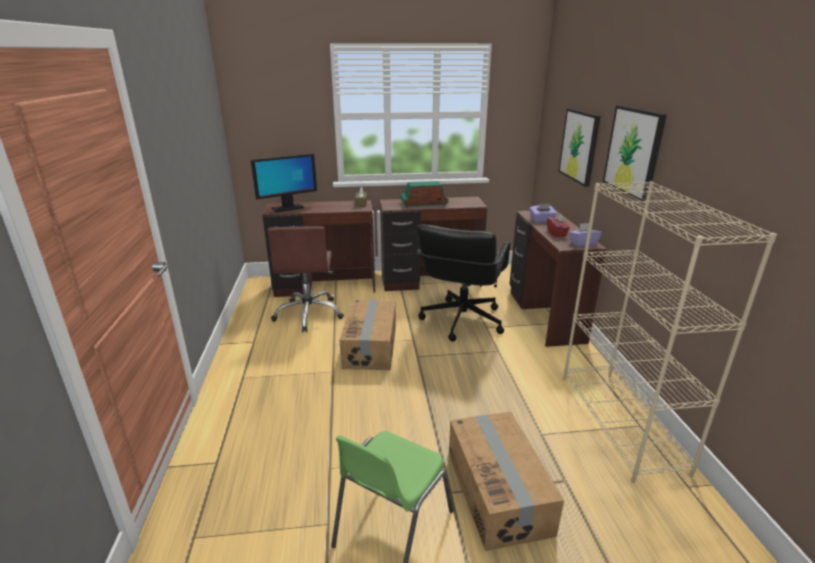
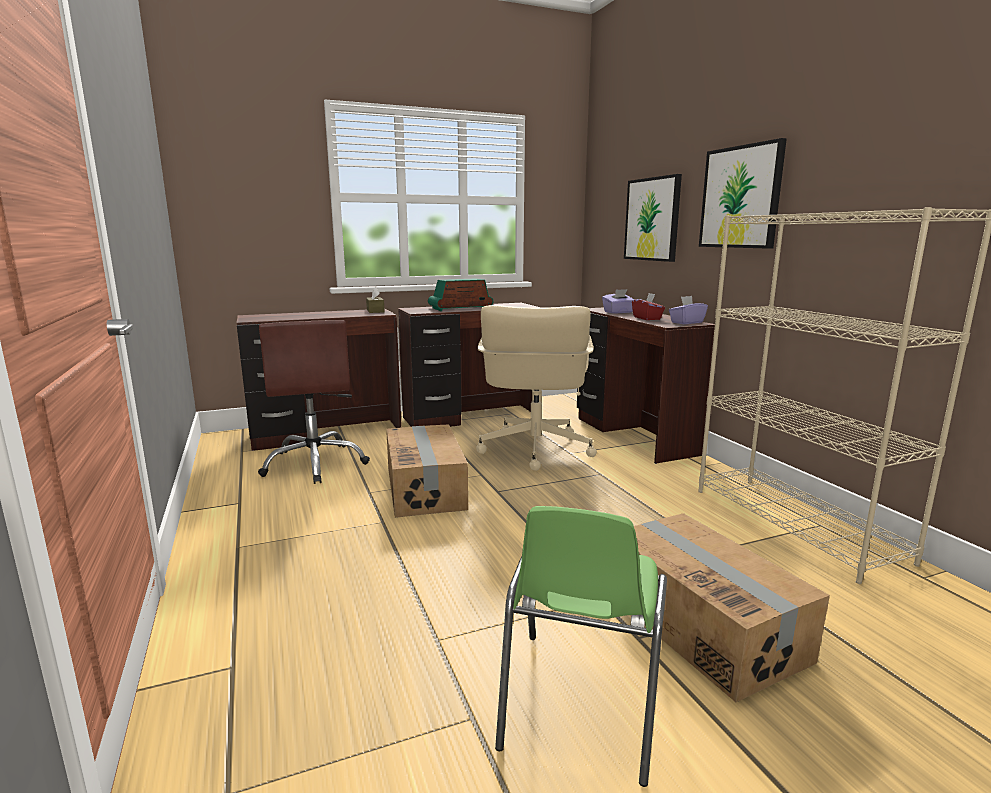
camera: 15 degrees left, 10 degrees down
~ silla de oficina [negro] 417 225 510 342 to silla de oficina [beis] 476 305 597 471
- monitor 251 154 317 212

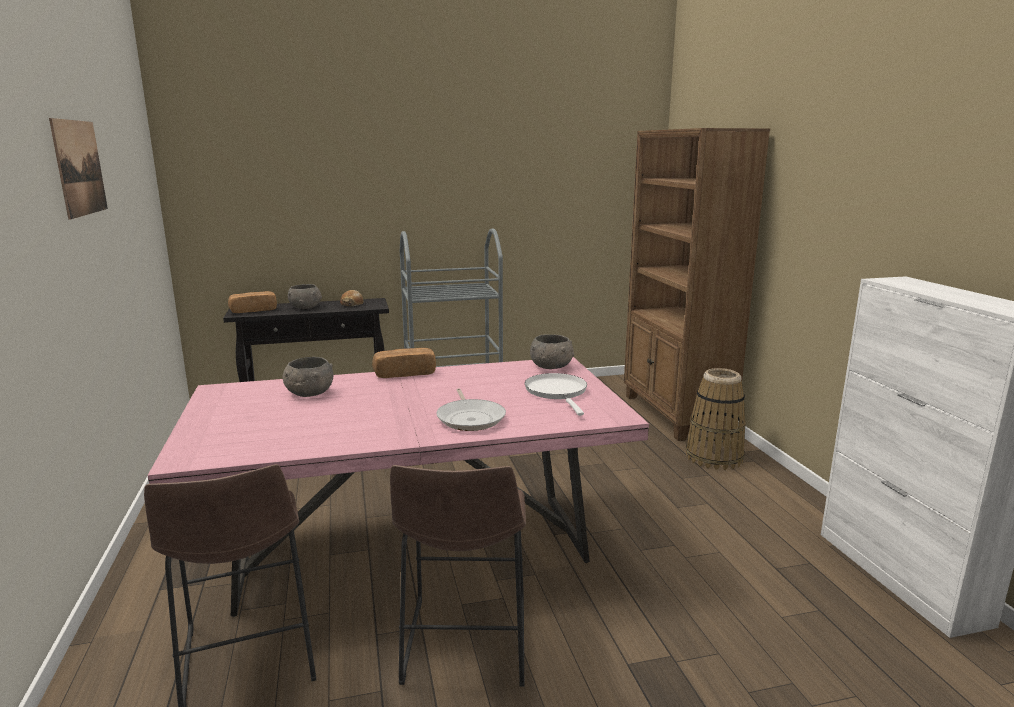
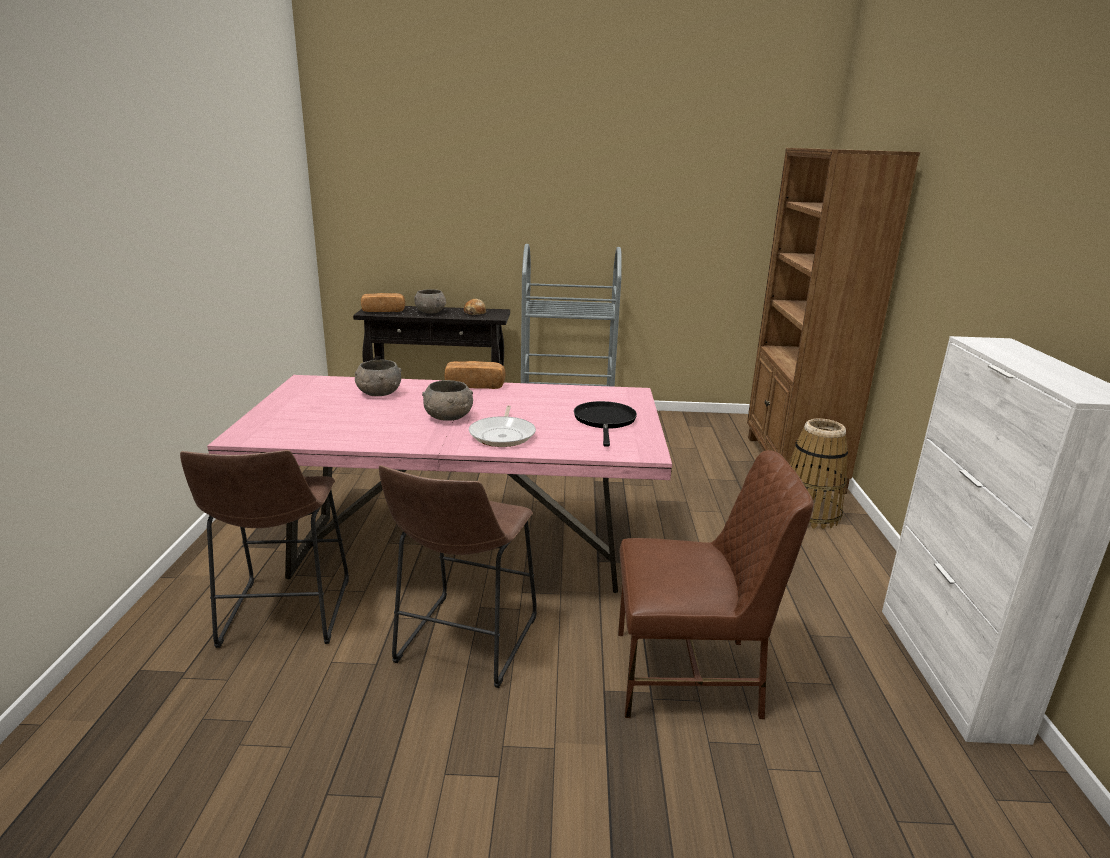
camera: 15 degrees right, 5 degrees up
~ cuenco [gris] 530 334 574 369 to 422 380 473 420
~ sartén [blanco] 525 373 587 416 to sartén [negro] 574 401 637 447
+ silla [marrón] 618 450 814 719
- cuadro 49 118 108 219

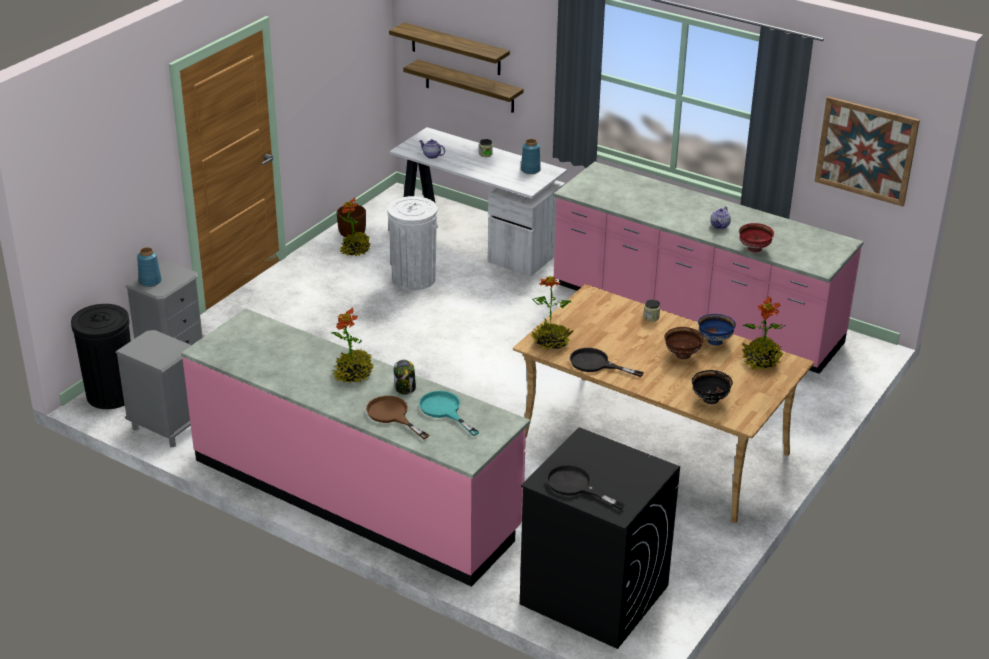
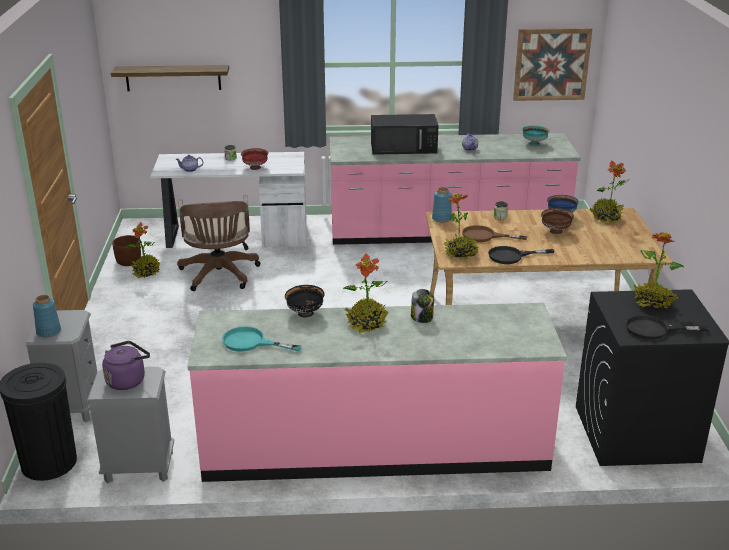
camera: 35 degrees left, 5 degrees down
+ hervidor [morado] 102 341 150 390
~ papelera [blanco] 387 196 438 291 to silla de oficina [marrón] 177 195 261 291
~ sartén [turquesa] 419 391 479 436 to 222 326 302 352
~ cuenco [rojo] 739 223 774 252 to 241 148 268 170
~ cuenco [negro] 692 370 733 404 to 285 285 325 318
+ microondas [negro] 371 114 438 155
~ florero [azul] 521 139 541 174 to 432 187 452 223
~ sartén [marrón] 366 396 429 439 to 462 225 527 242
+ cuenco [turquesa] 522 126 550 146
+ planta en maceta 634 232 684 309
- estante 403 59 523 113

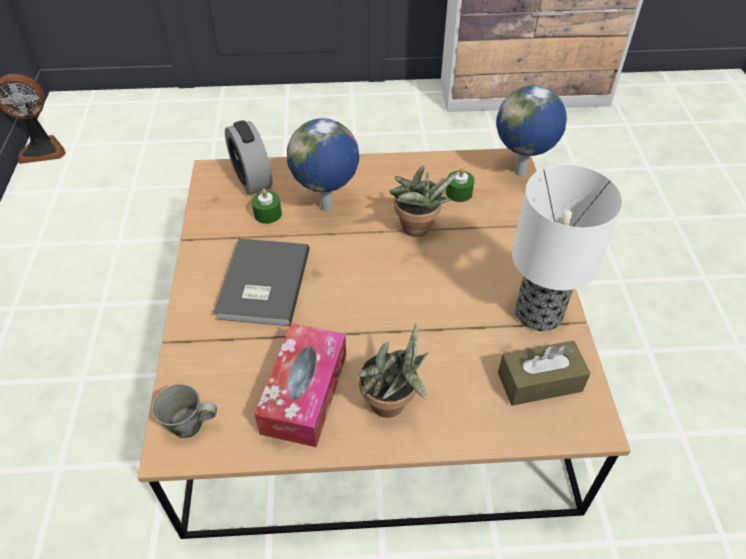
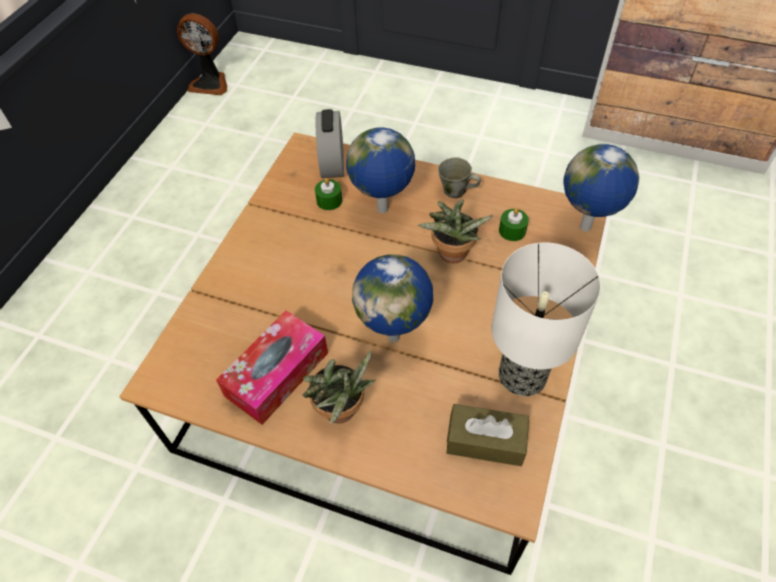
camera: 25 degrees right, 5 degrees up
+ globo terráqueo 352 254 433 343
~ taza grande [gris] 152 384 217 438 to 438 157 481 198
- libro [gris] 214 238 310 326

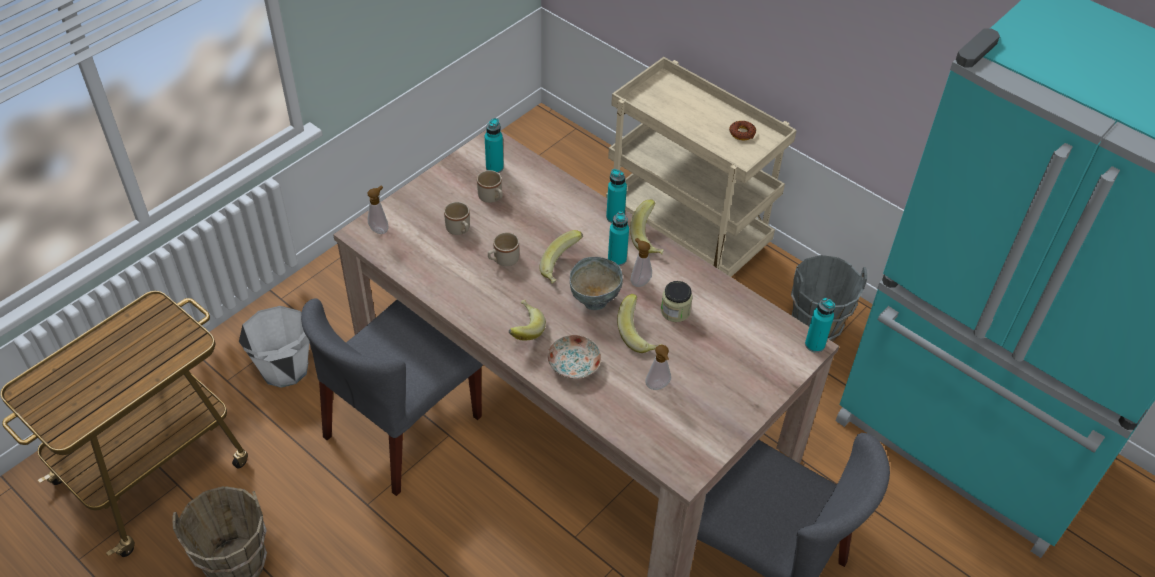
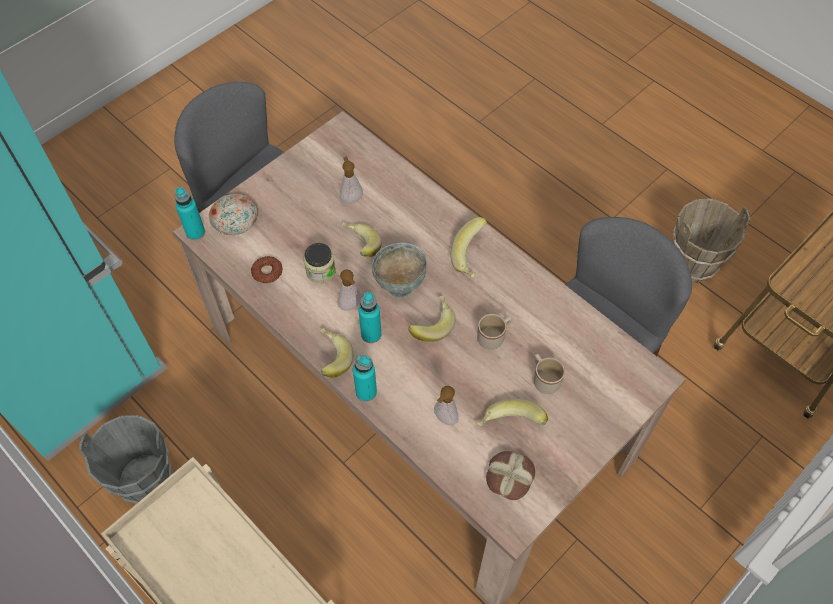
camera: 175 degrees left, 10 degrees up
~ plato 547 335 601 379 to 209 194 258 235
~ rosquilla 729 121 756 140 to 251 256 282 283
~ dispensador de jabón 368 186 389 234 to 434 386 459 425
~ taza grande [beis] 477 170 503 203 to plátano 477 399 548 427
~ botella [turquesa] 485 118 504 173 to pan 486 451 535 500
- cubo [blanco] 239 306 309 388

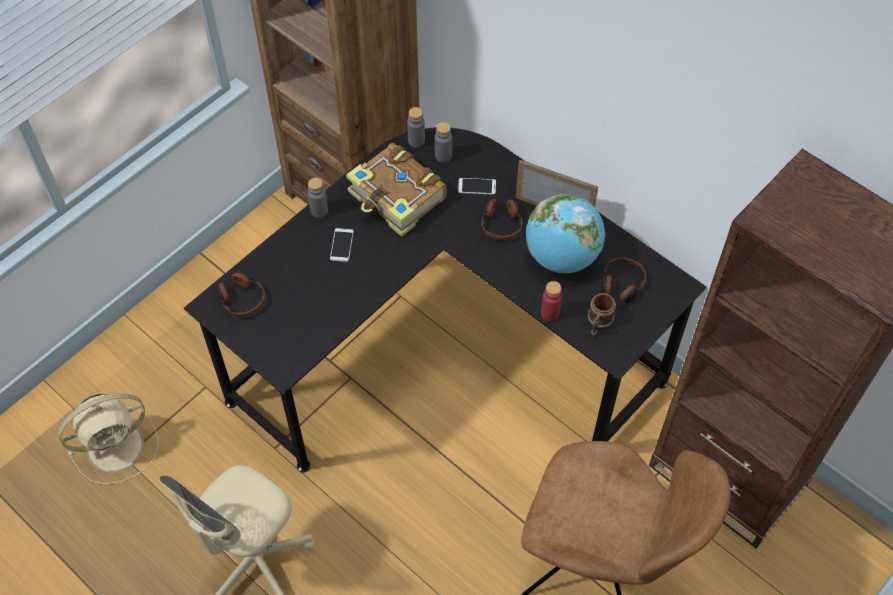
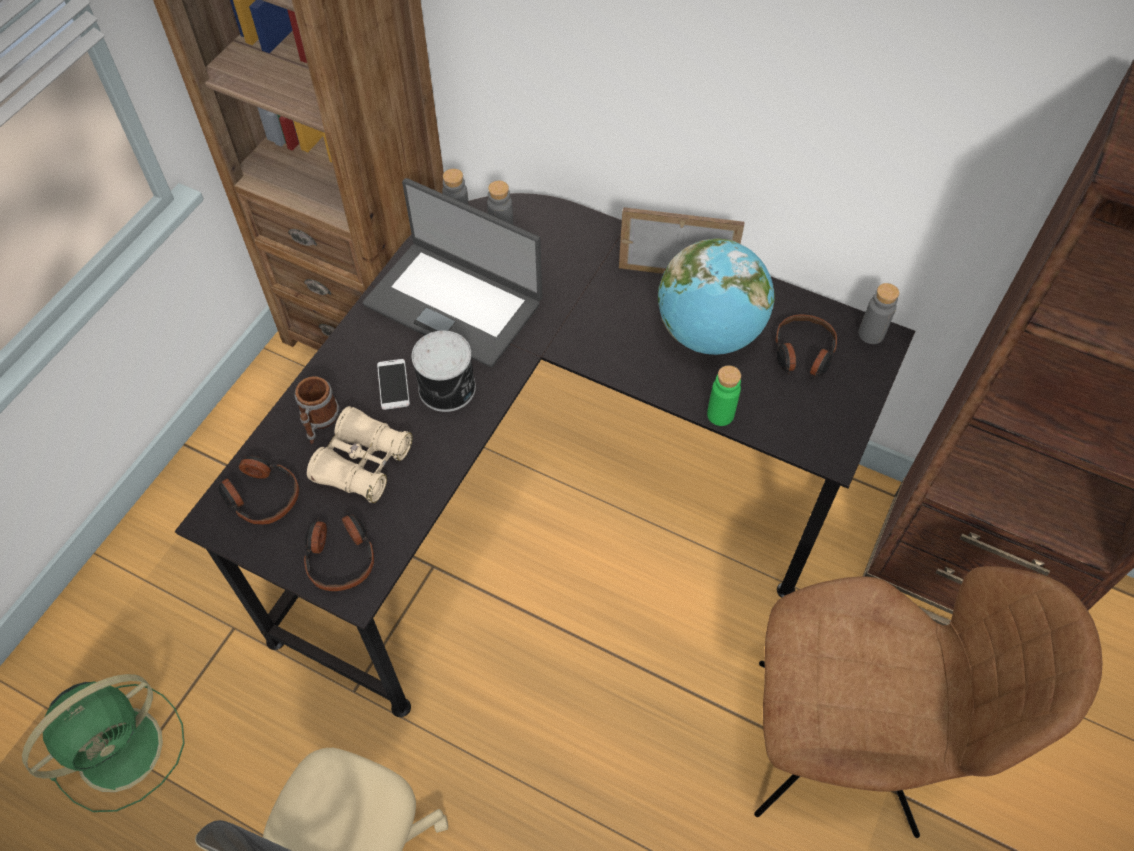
camera: 15 degrees left, 0 degrees up
~ ventilador [beis] 58 393 159 485 to ventilador [verde] 22 674 185 812
~ taza grande 588 293 616 338 to 295 376 339 444
~ auriculares 482 197 522 240 to 304 510 374 591
+ prismáticos [beis] 307 406 413 503
~ libro 346 143 446 237 to portátil 363 178 542 368
+ lata 412 331 476 412
~ botella [rojo] 541 281 562 321 to botella [verde] 707 365 741 426
~ botella [gris] 308 178 328 218 to 858 283 899 344
- móvil 458 178 496 195

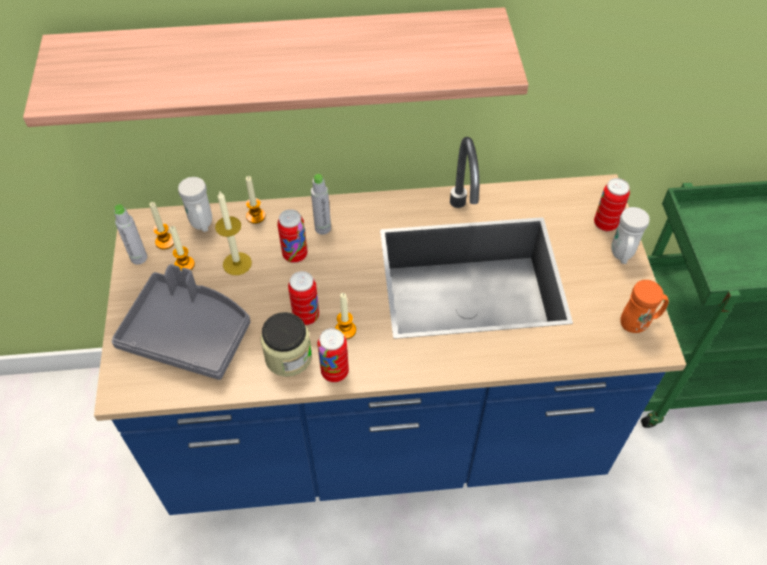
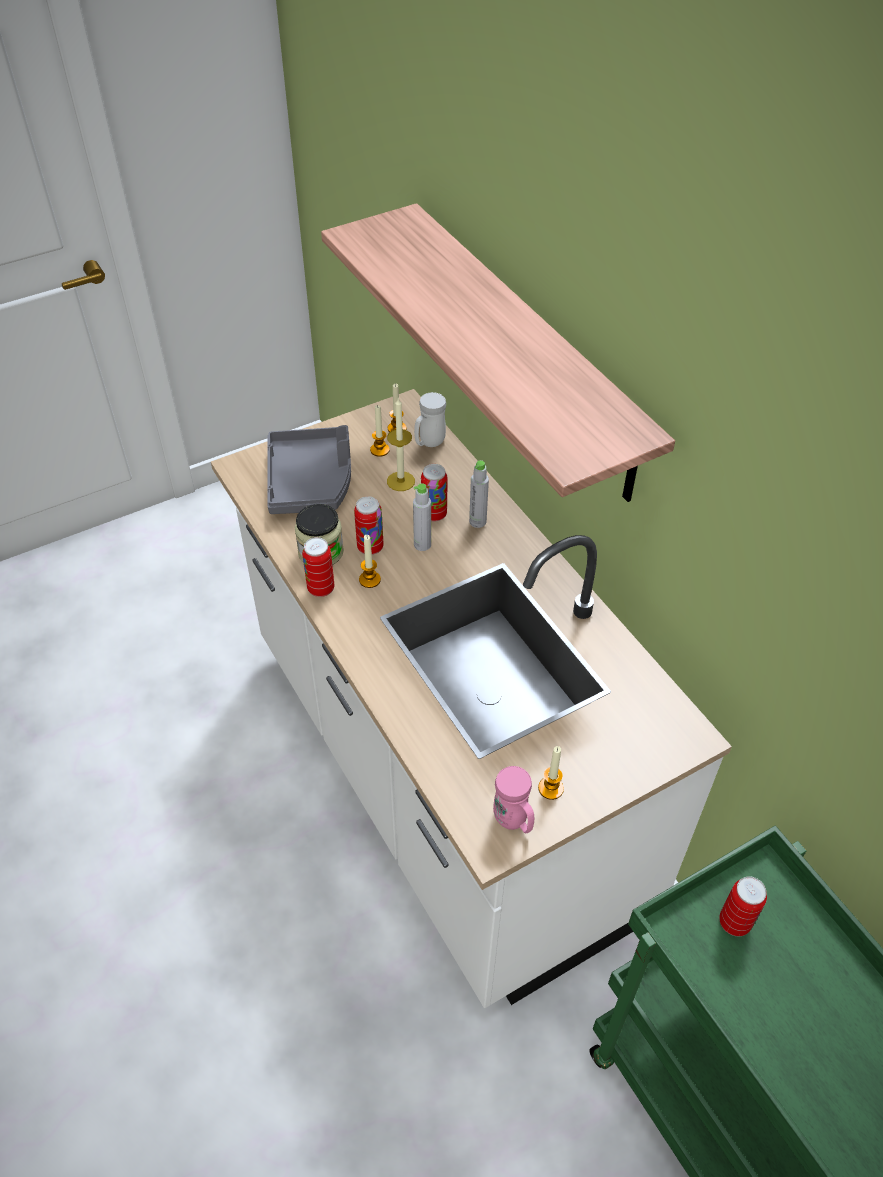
camera: 65 degrees right, 5 degrees down
~ mueble bajo de cocina [azul] 94 137 686 515 to mueble bajo de cocina [blanco] 211 389 732 1008
~ botella [gris] 114 204 147 265 to 413 483 431 551
~ taza grande [naranja] 620 280 669 333 to taza grande [rosa] 493 766 534 833
~ vela 246 176 265 224 to 538 746 564 800
~ lata 594 178 630 231 to 719 876 767 936
- taza grande [blanco] 611 207 650 264

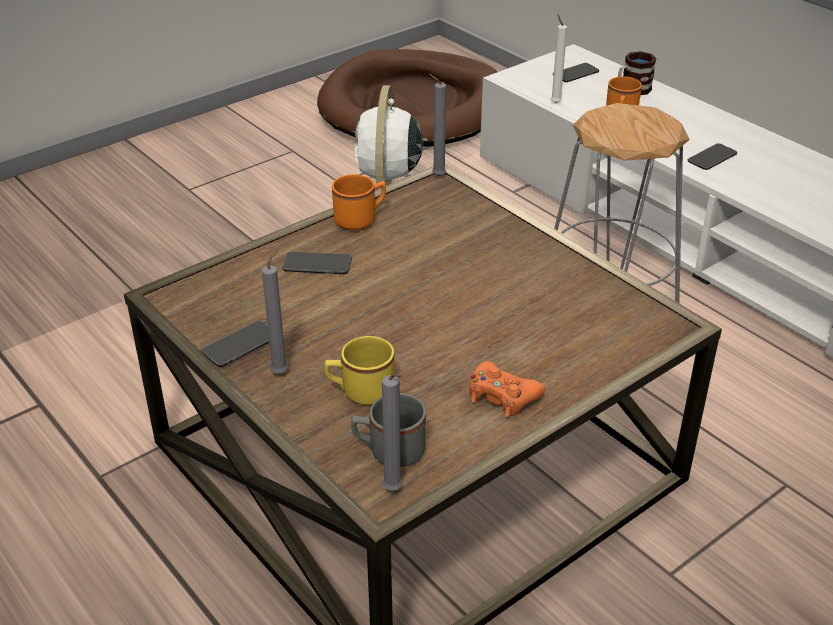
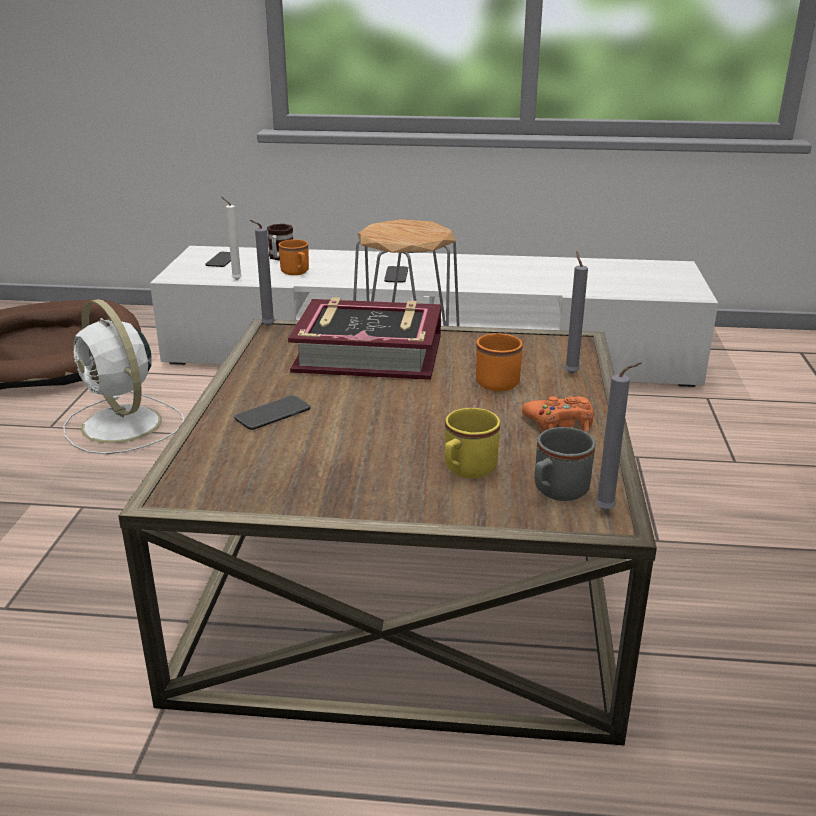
camera: 45 degrees left, 10 degrees down
+ libro 288 297 441 380
~ taza grande [naranja] 332 174 386 230 to 476 334 523 391
~ vela [gris] 262 249 288 374 to 564 251 588 374
- móvil 201 320 269 367

